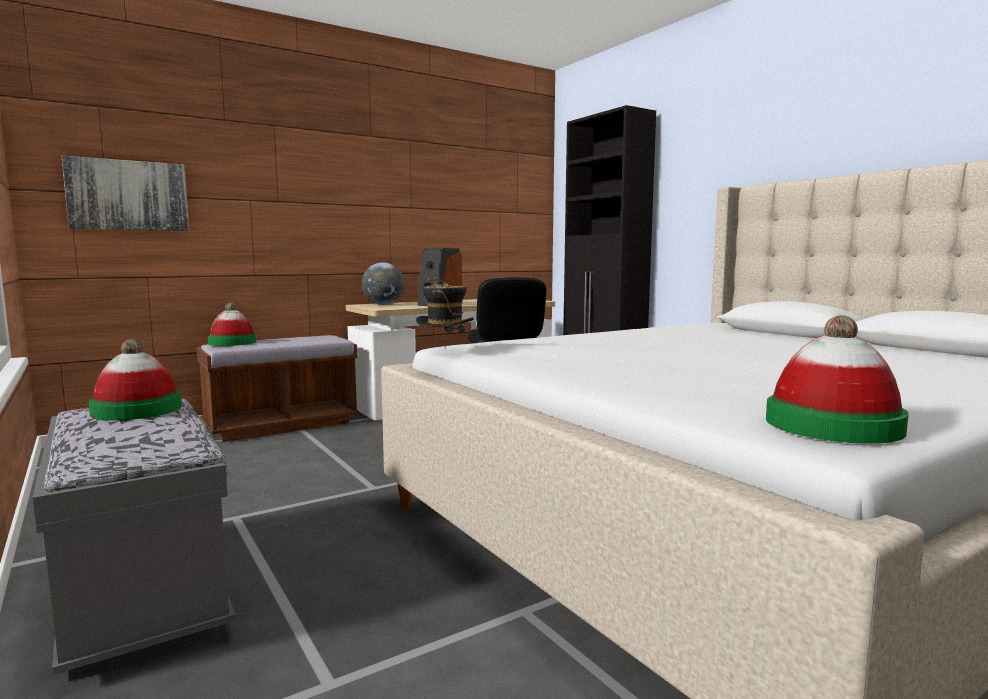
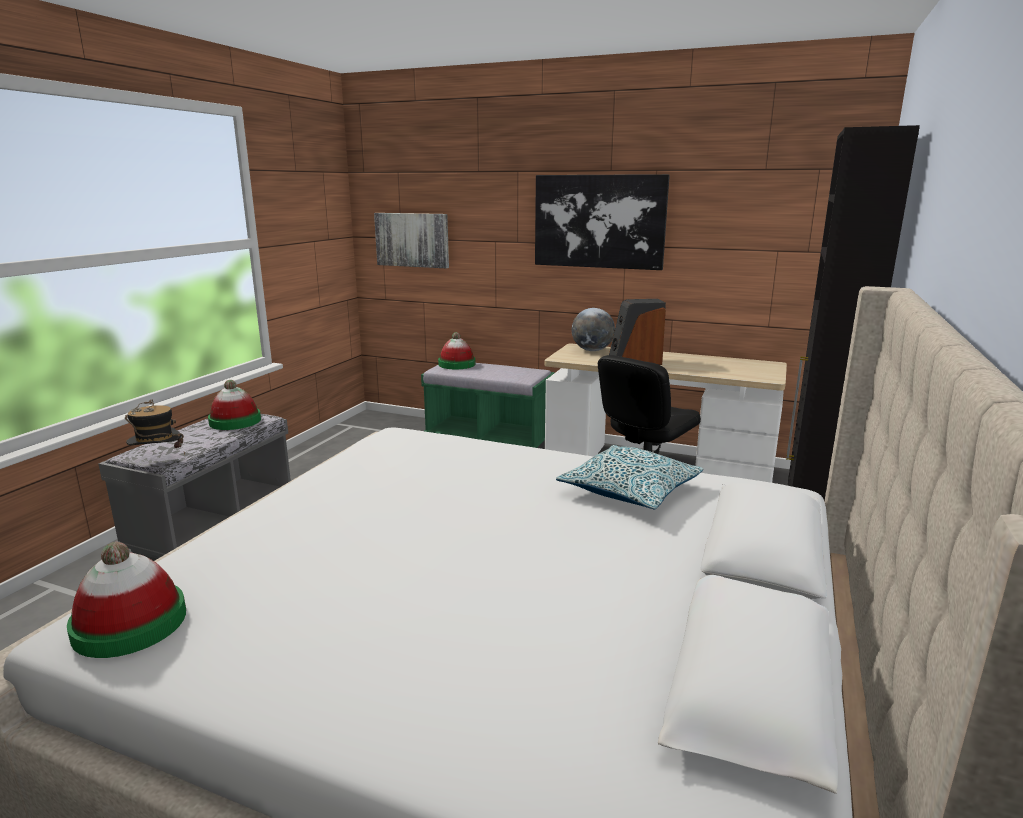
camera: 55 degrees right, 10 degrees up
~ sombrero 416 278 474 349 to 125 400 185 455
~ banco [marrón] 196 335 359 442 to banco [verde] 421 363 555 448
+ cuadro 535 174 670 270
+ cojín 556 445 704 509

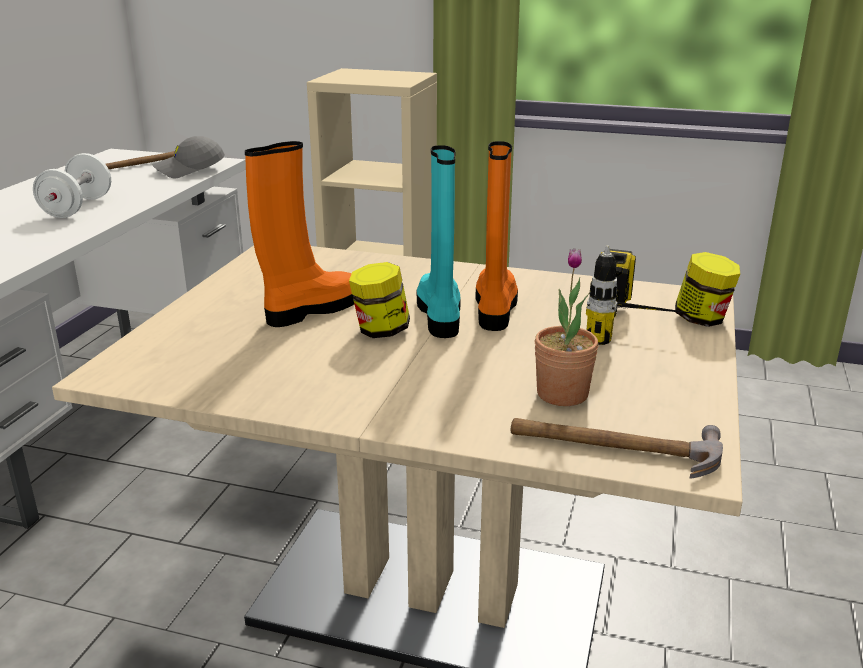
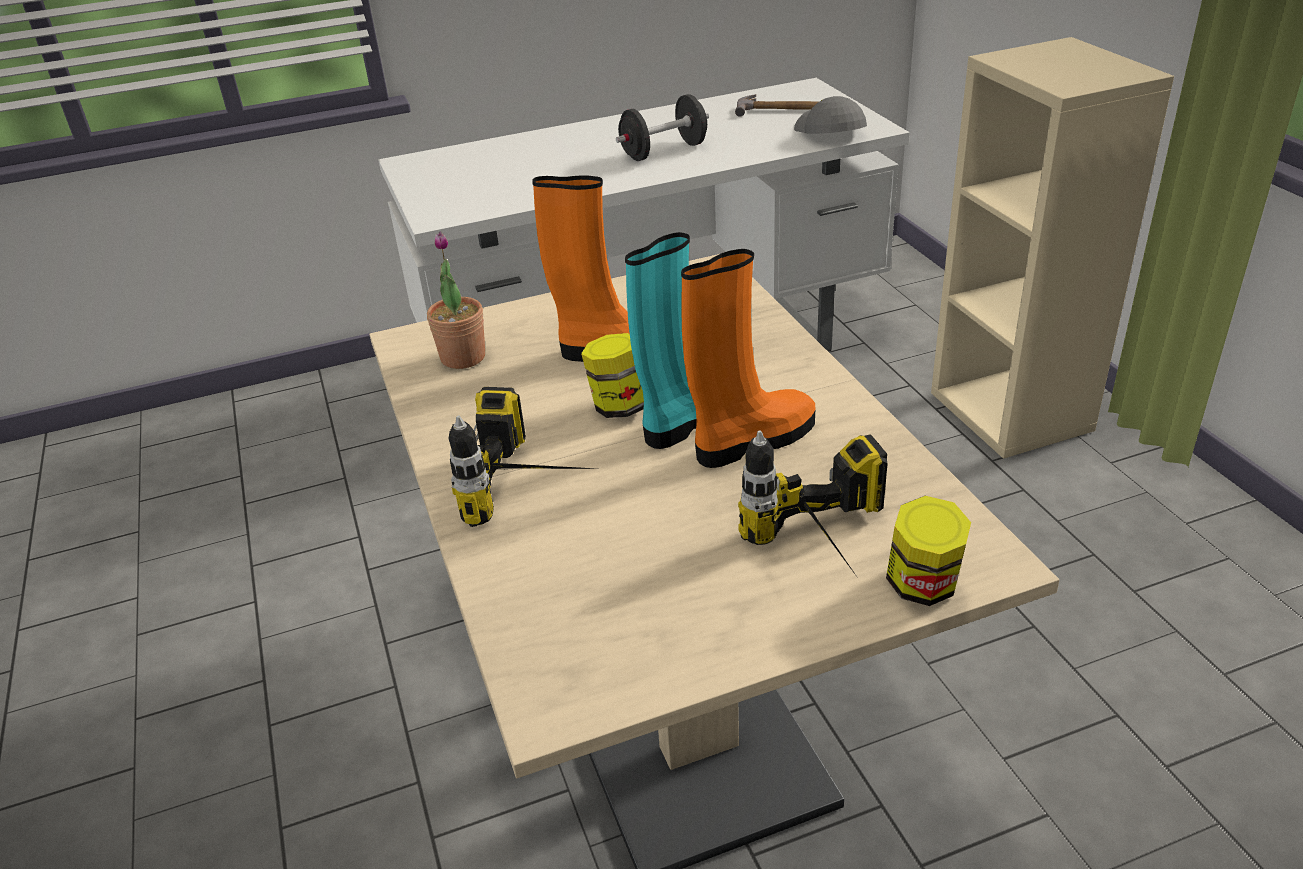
camera: 55 degrees right, 10 degrees up
~ planta en maceta 535 248 598 406 to 427 232 485 369
+ taladro 448 387 597 527
~ mancuerna [blanco] 33 153 111 218 to mancuerna [negro] 616 94 709 161
~ gorra [gris] 152 136 225 178 = 794 96 867 134 45 degrees clockwise
- martillo 511 418 723 479

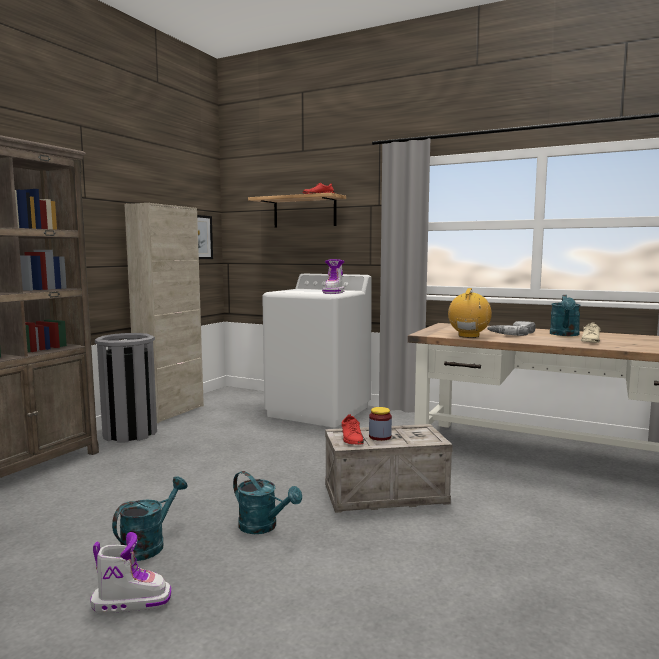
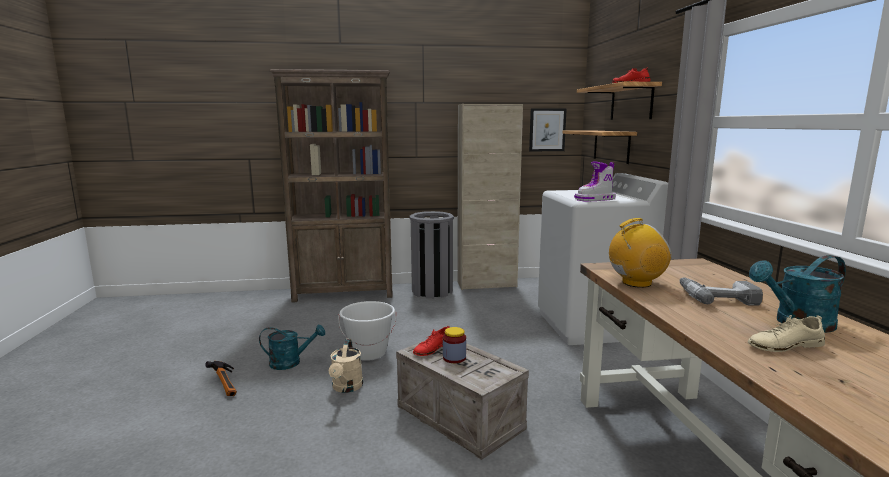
camera: 55 degrees right, 5 degrees up
~ bota 90 532 171 613 to martillo 205 361 237 396
~ regadera [turquesa] 233 471 302 534 to regadera [beis] 329 339 363 393
+ cubo [blanco] 338 301 396 361
+ estante 562 130 637 164

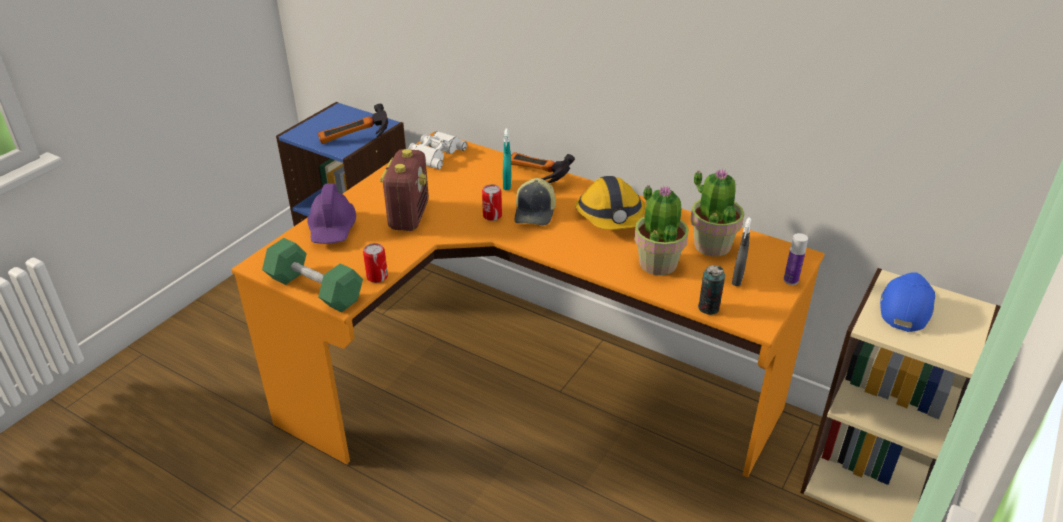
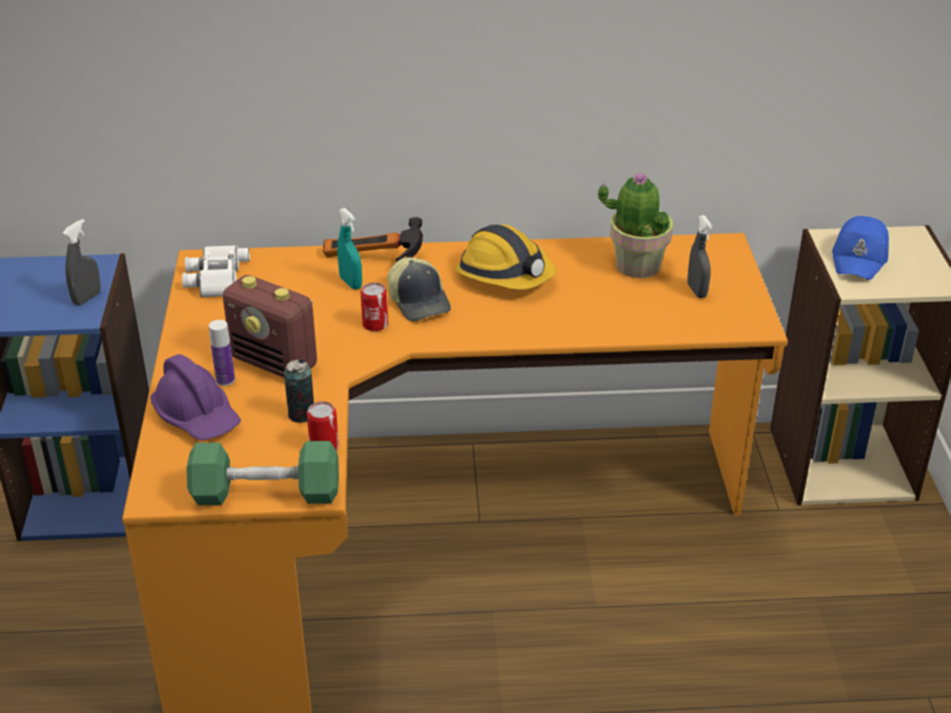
camera: 35 degrees left, 0 degrees up
~ martillo 318 104 388 144 to pulverizador [gris] 63 219 101 305
~ botella 784 233 808 285 to 209 320 235 386
~ radio 380 149 429 231 = 223 275 317 378 150 degrees clockwise
~ lata 698 265 725 315 to 284 359 314 423
~ gorra [azul] 880 272 935 332 = 832 216 889 280 150 degrees counterclockwise
- planta en maceta 634 186 689 275

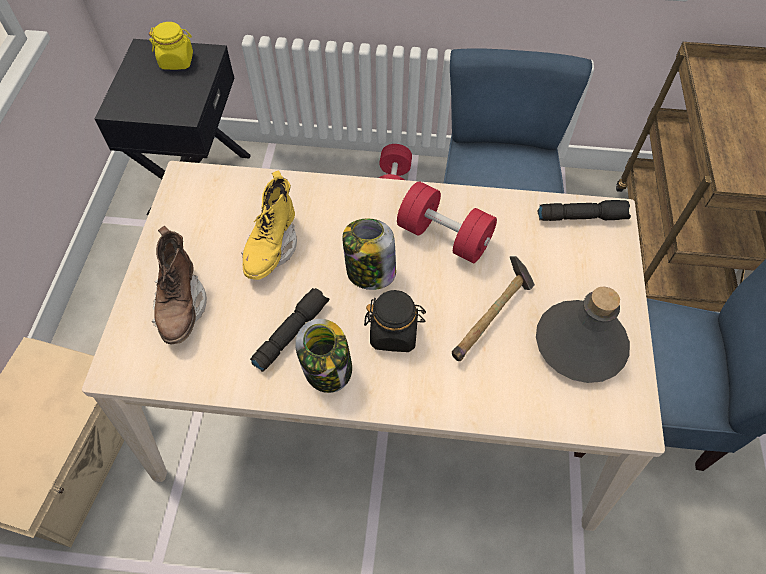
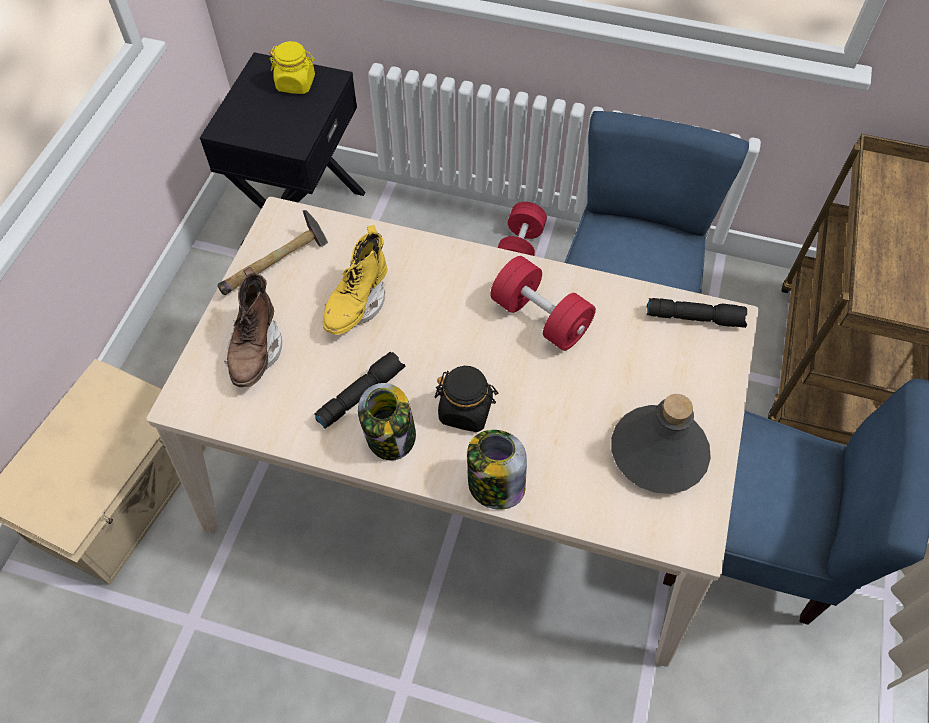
camera: 10 degrees right, 0 degrees up
~ martillo 452 256 535 361 to 218 210 328 295
~ tarro 343 218 396 290 to 467 430 527 510

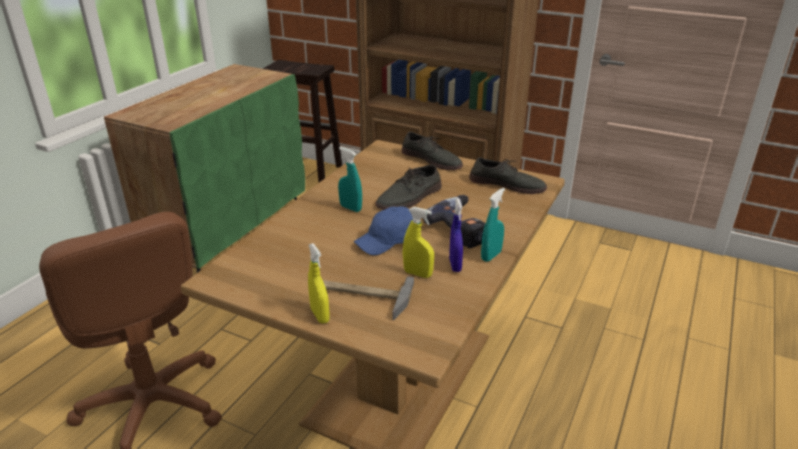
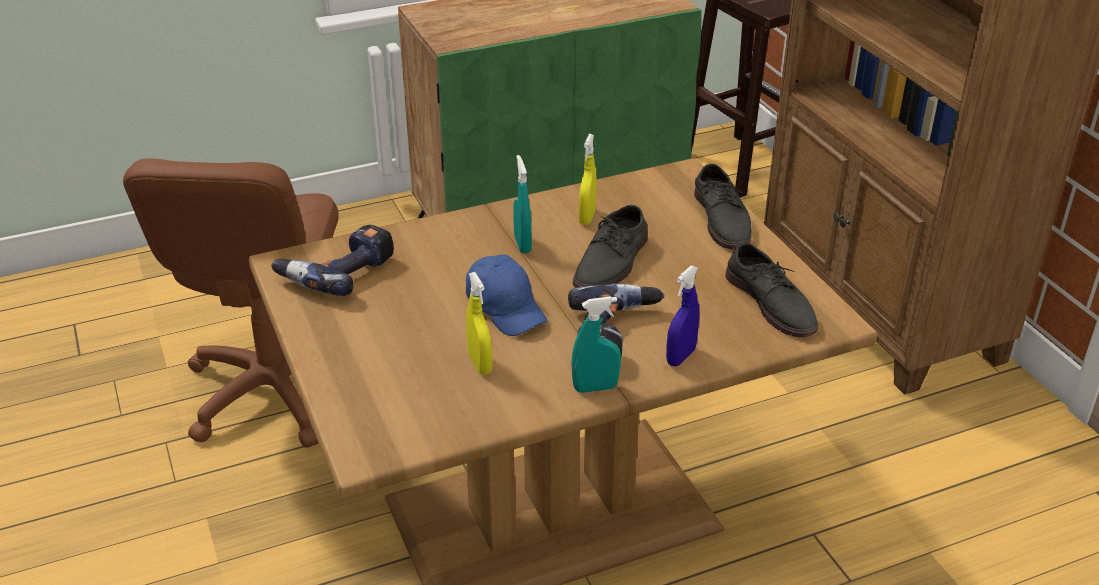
camera: 40 degrees right, 5 degrees up
+ taladro 271 225 394 296
~ gorra [azul] 354 206 413 255 = 466 254 547 336 135 degrees counterclockwise
~ zapato [gris] 375 165 442 210 = 573 205 648 288 60 degrees counterclockwise
~ pulverizador [amarillo] 308 243 330 324 to 579 134 597 225
~ pulverizador [azul] 449 198 463 272 to 666 265 700 366
- martillo 323 276 414 320

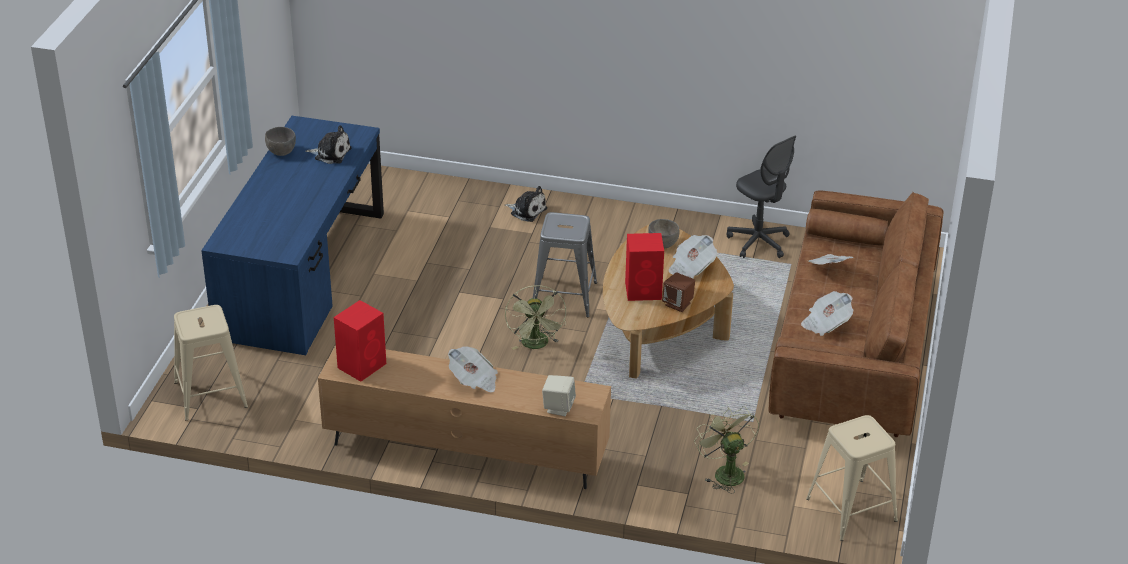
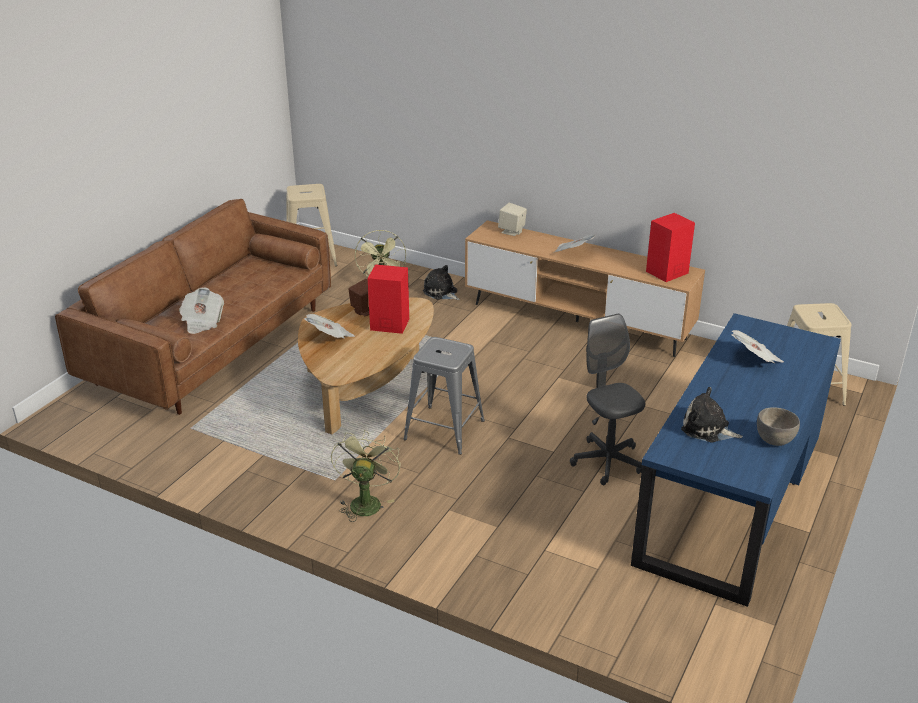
camera: 165 degrees left, 5 degrees down
~ ventilador [verde] 505 285 566 350 to 331 430 401 522
~ peluche 505 186 547 222 to 423 265 459 300
~ silla de oficina [gris] 727 136 796 258 to 570 314 645 485
~ periódico 801 291 853 336 to 731 330 784 363
- cuenco [gris] 648 219 679 248

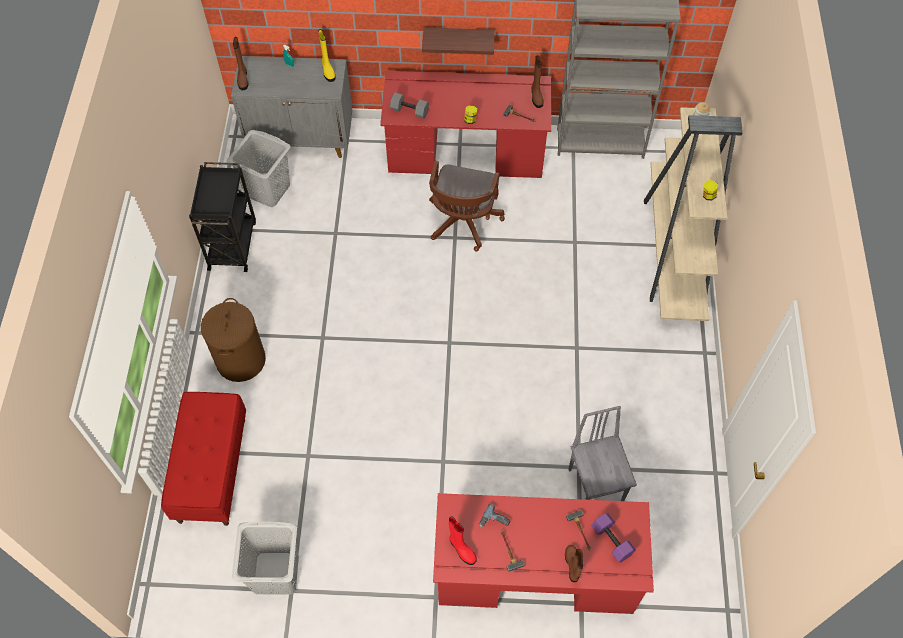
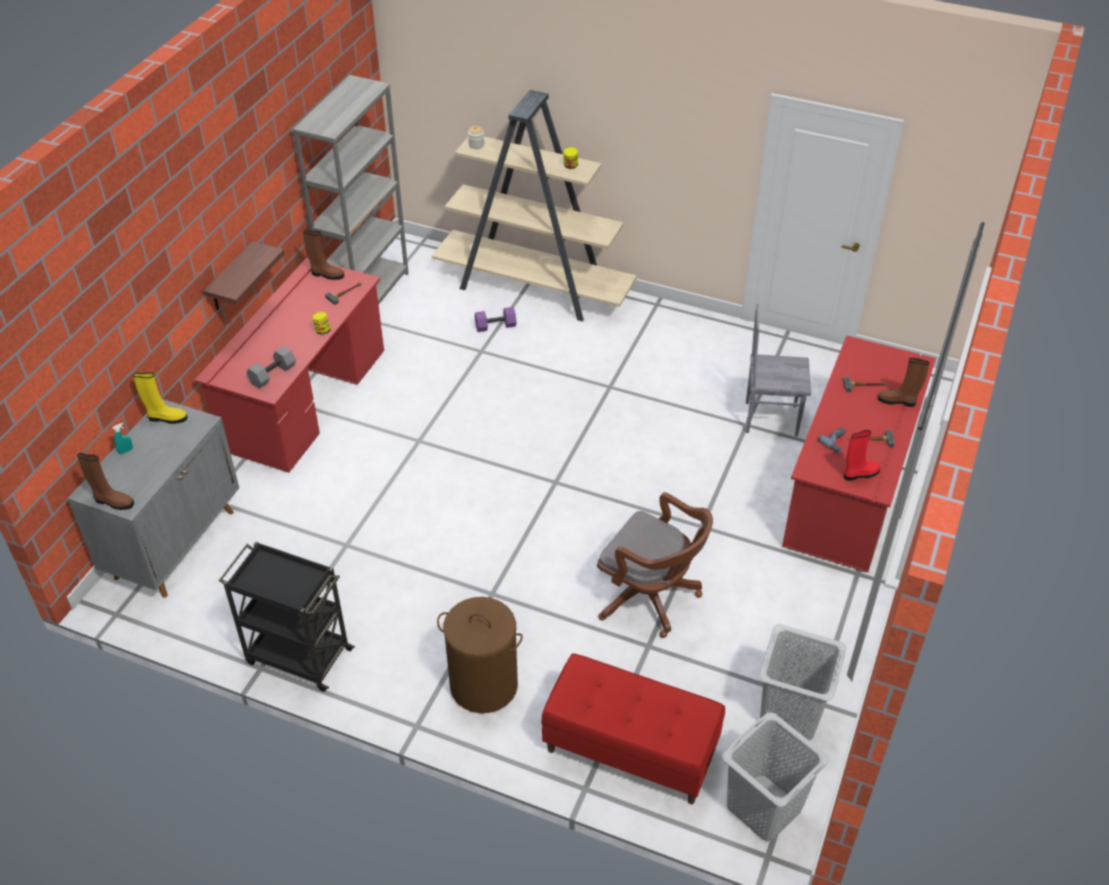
camera: 70 degrees left, 15 degrees down
~ mancuerna [morado] 591 513 636 562 to 475 307 517 332
~ silla de oficina [marrón] 429 161 505 251 to 597 492 713 638
~ cesto de la ropa [gris] 227 130 290 207 to 722 712 830 841

